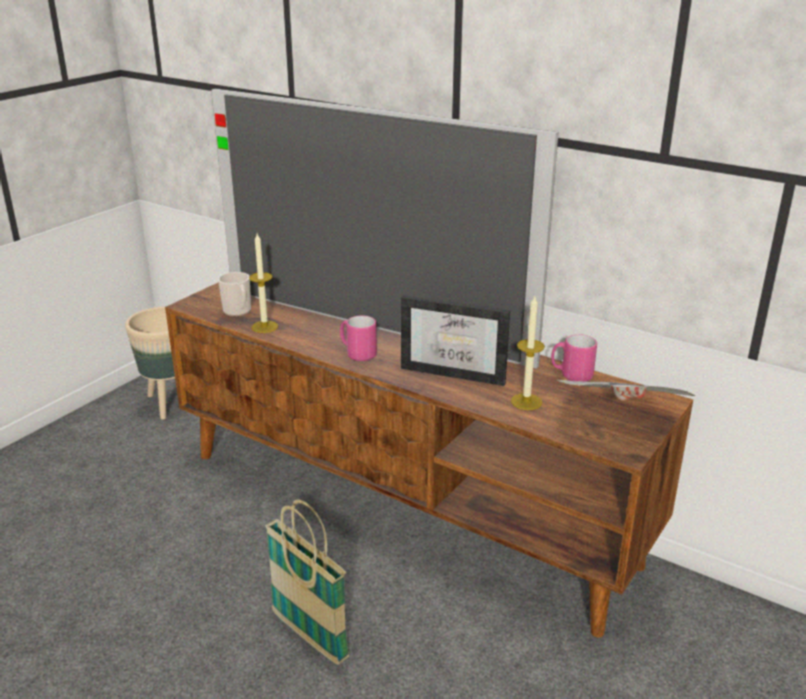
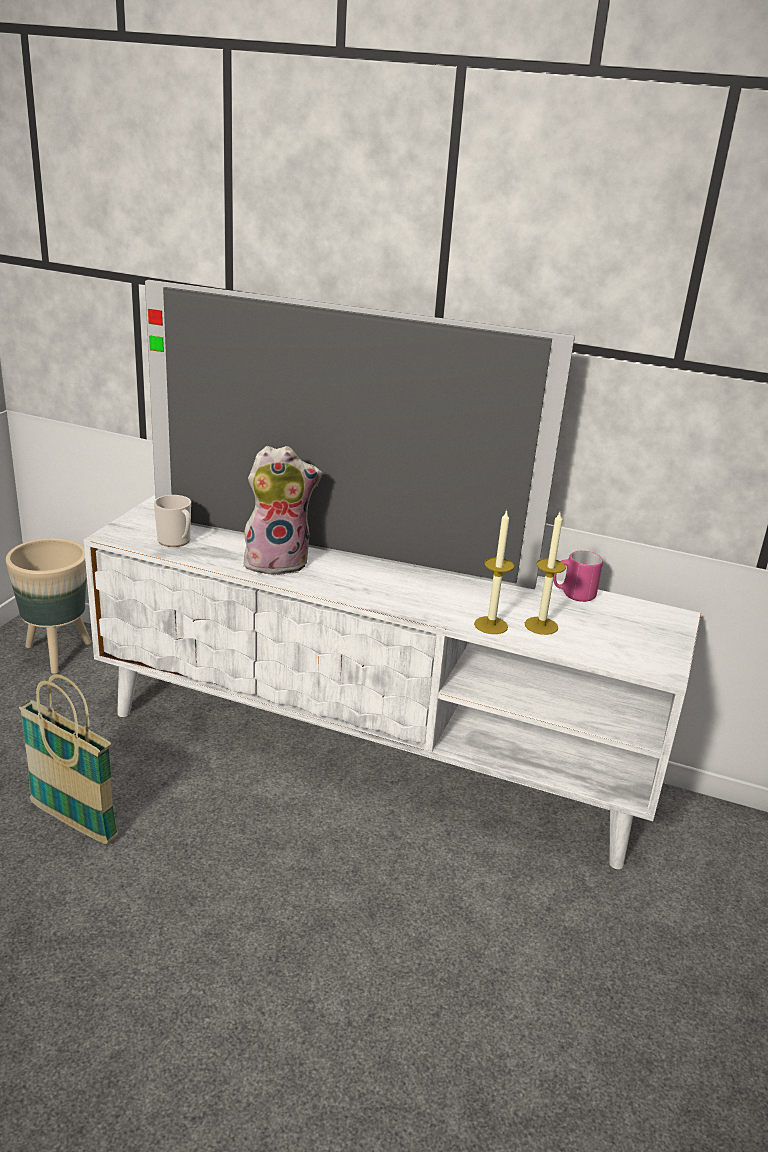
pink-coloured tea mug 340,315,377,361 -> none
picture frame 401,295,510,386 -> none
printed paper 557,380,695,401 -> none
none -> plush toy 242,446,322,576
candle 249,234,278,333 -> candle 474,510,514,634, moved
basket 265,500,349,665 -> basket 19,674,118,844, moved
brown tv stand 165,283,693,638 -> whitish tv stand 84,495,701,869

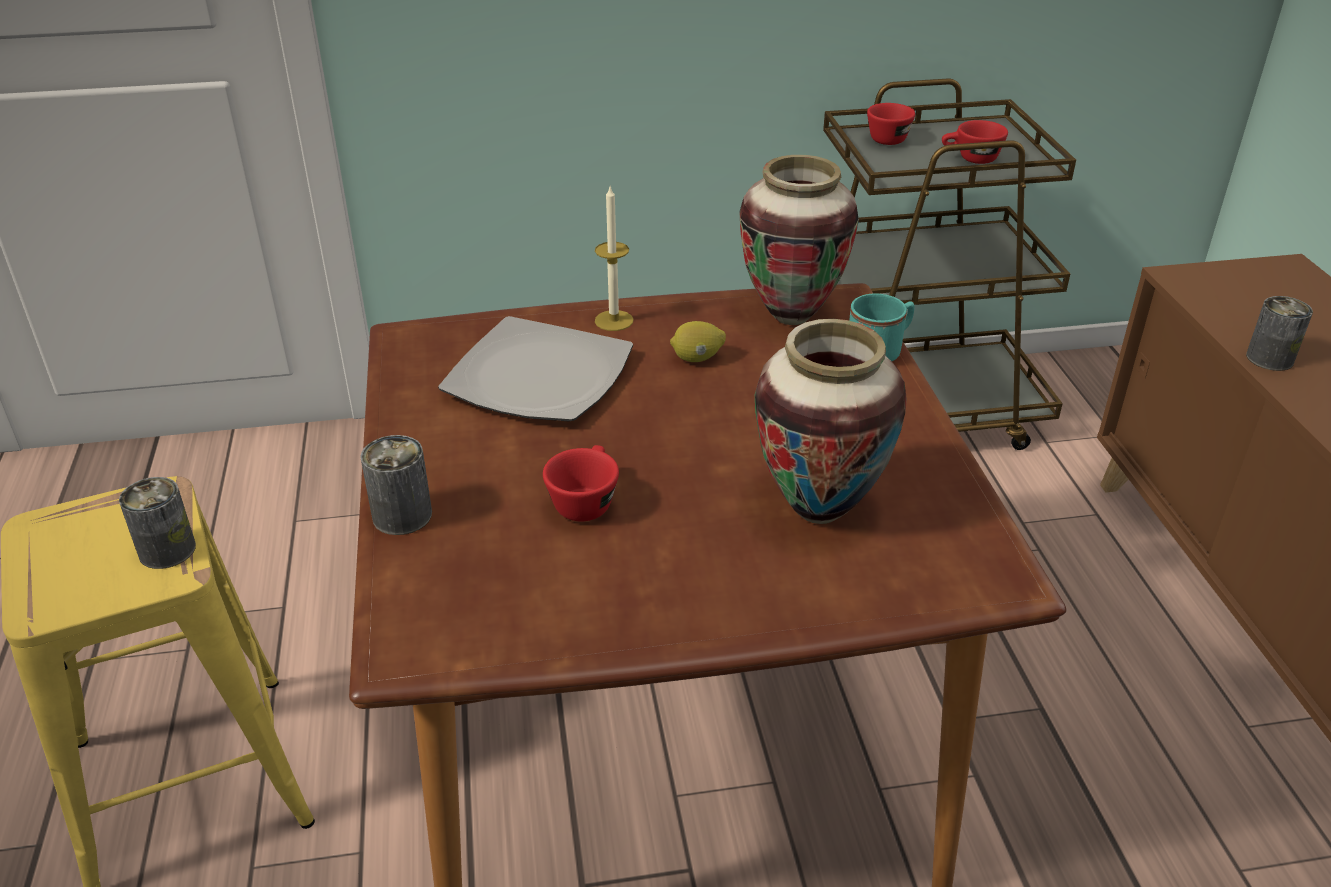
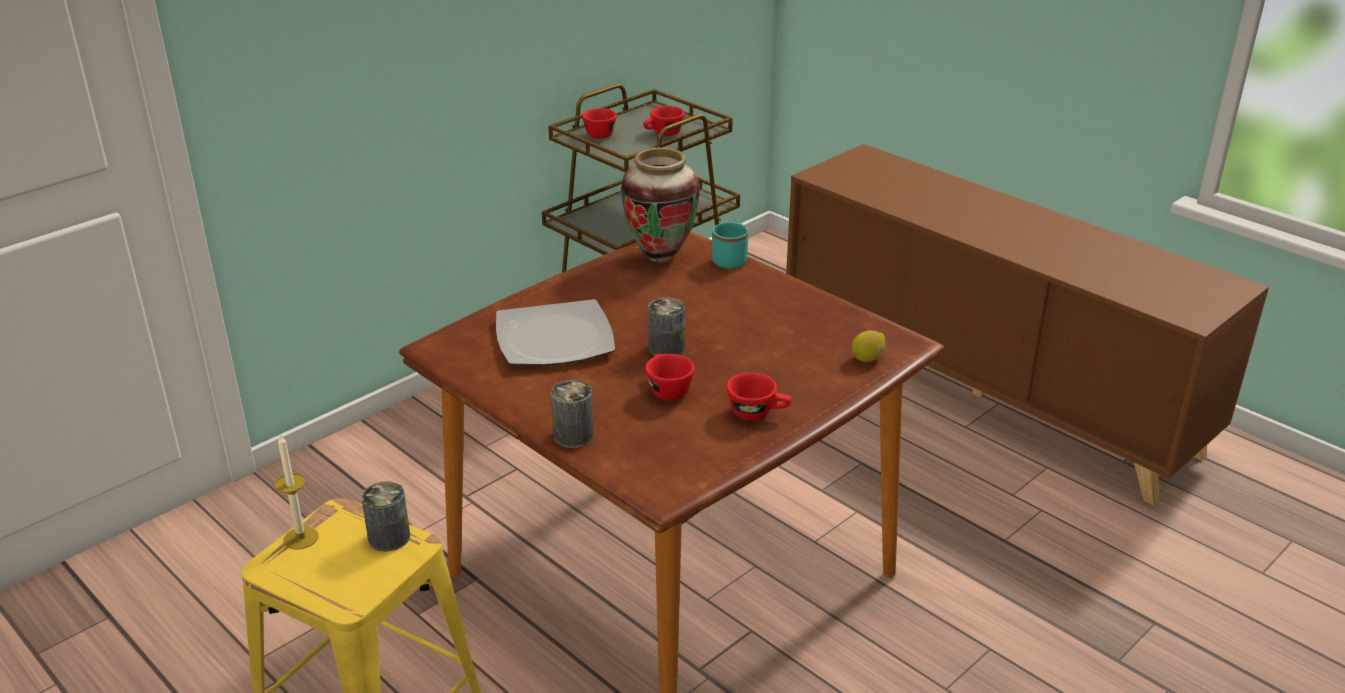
flower vase 755,319,907,524 -> none
none -> red cup 726,372,792,420
candle 595,187,634,331 -> candle 275,433,319,550, moved
whole lemon 670,321,726,362 -> whole lemon 852,331,885,362, moved
can 1246,296,1313,371 -> can 648,298,685,355, moved

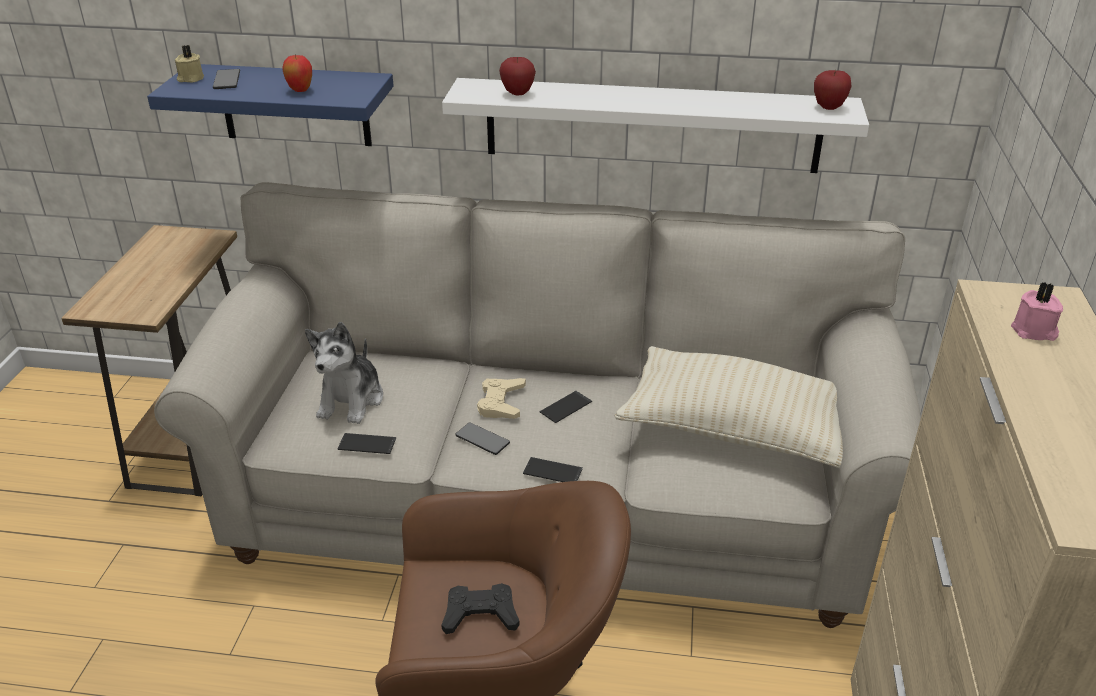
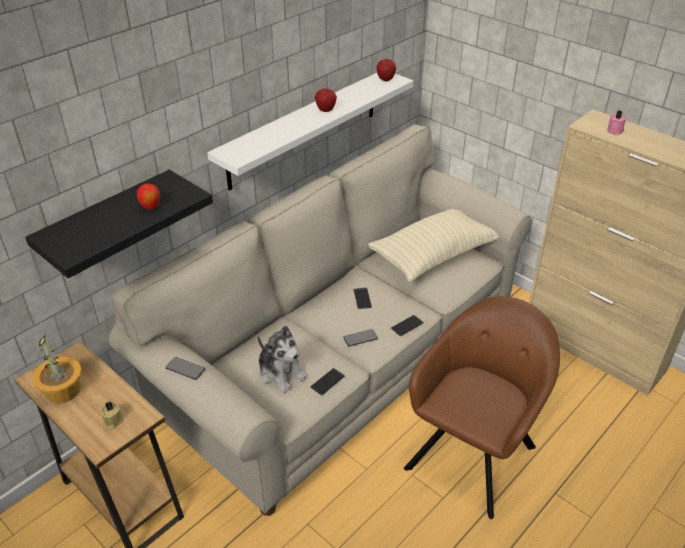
black-coloured game controller 441,583,520,634 -> none
beige game controller 477,378,526,419 -> none
none -> houseplant 32,335,82,403
beige candle 175,45,204,83 -> beige candle 101,402,123,429, moved
phone 213,69,240,89 -> phone 166,357,205,380, moved
whole apple 499,57,536,95 -> whole apple 315,89,337,112, moved
bluish wall shelf 147,64,394,146 -> black-coloured wall shelf 25,170,213,278

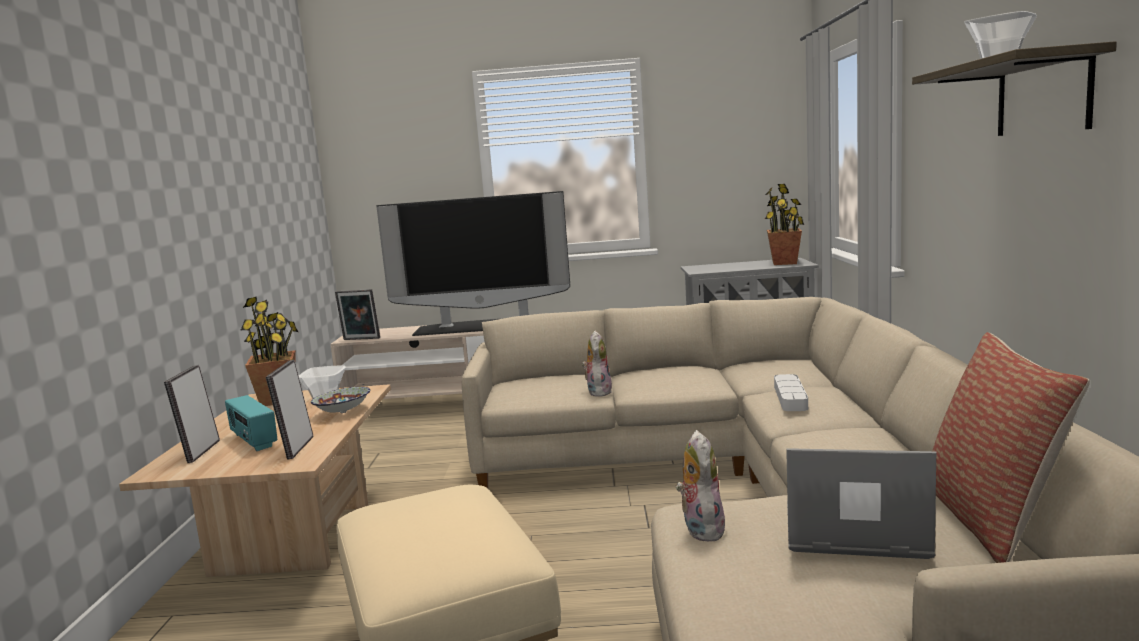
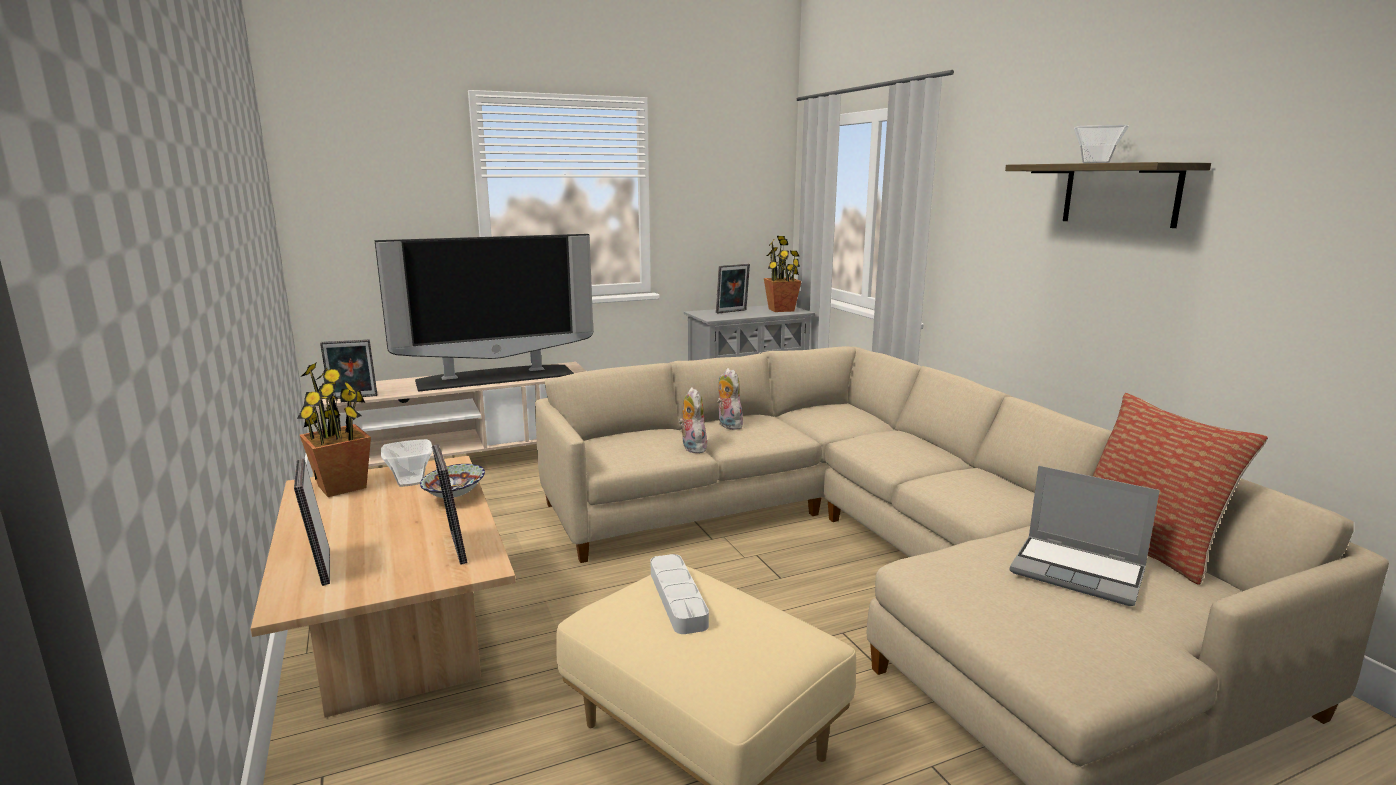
radio 225,395,277,451 -> none
none -> picture frame 716,264,750,314
plush toy 676,430,725,542 -> plush toy 717,368,743,430, moved
gray tray 774,374,808,411 -> gray tray 651,554,709,634, moved
laptop 786,448,936,559 -> laptop 1009,466,1160,606, 135 degrees counterclockwise

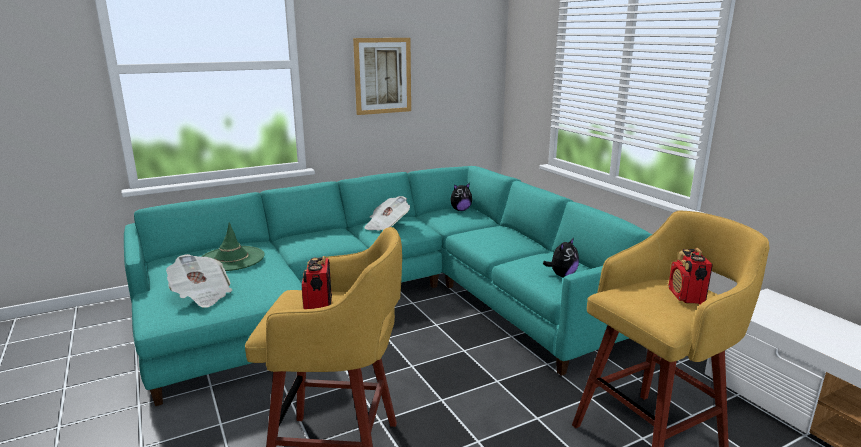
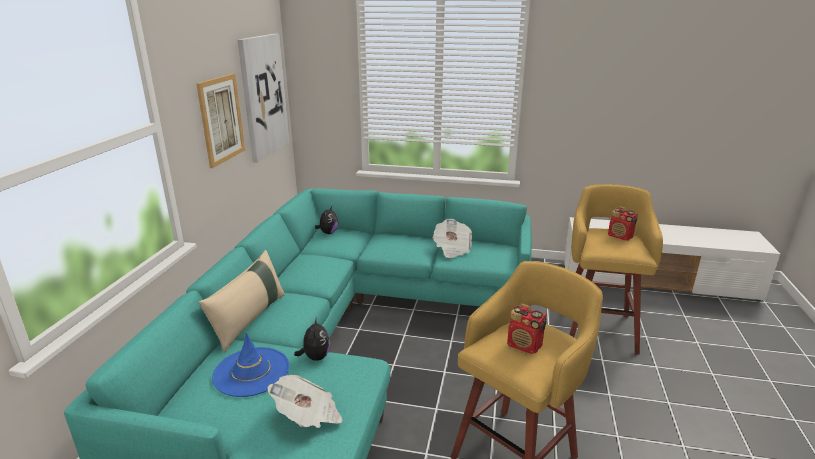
none -> beige pillow 199,250,285,352
none -> wall picture 237,34,290,163
printed paper 364,196,410,231 -> printed paper 433,219,472,258, moved
plush toy 543,238,579,277 -> plush toy 294,317,330,361, moved
greenish hat 201,222,265,271 -> bluish hat 212,333,289,397

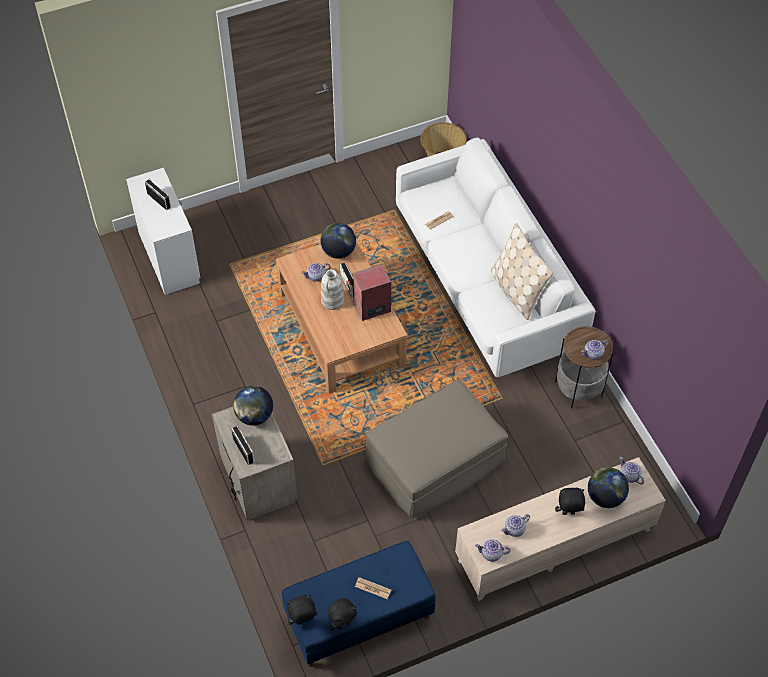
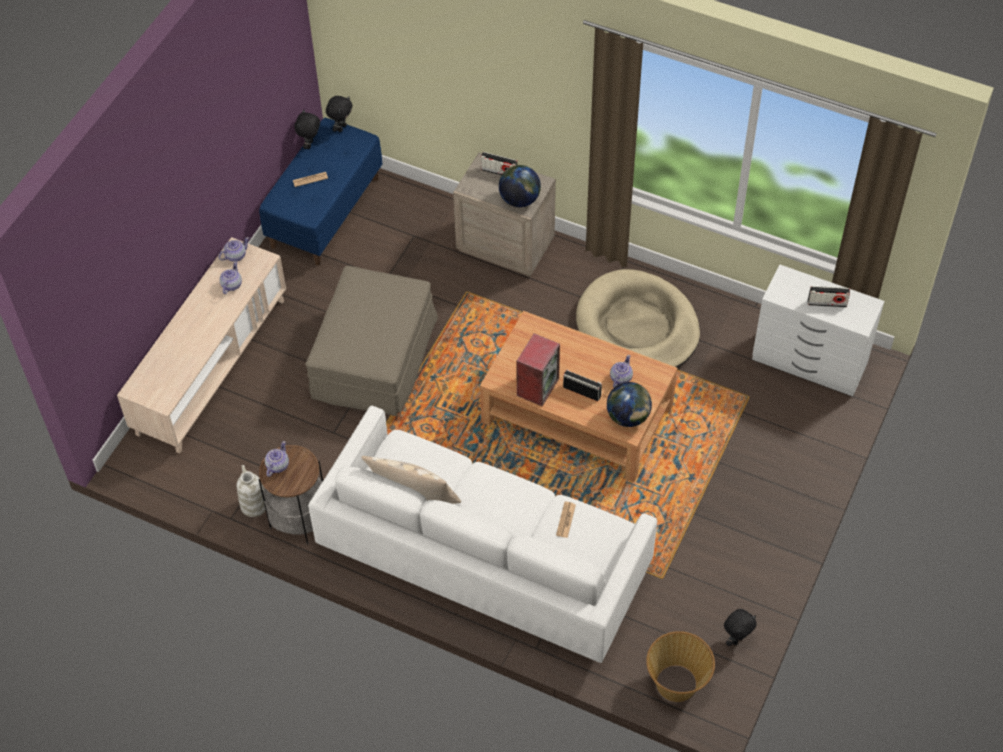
globe 588,467,629,508 -> none
pot for tea 620,457,644,485 -> none
none -> beige dog cushion 576,269,700,368
whitish flower vase 321,269,344,310 -> whitish flower vase 237,465,266,517, moved
black-coloured plush toy 555,488,585,515 -> black-coloured plush toy 724,609,757,646, moved

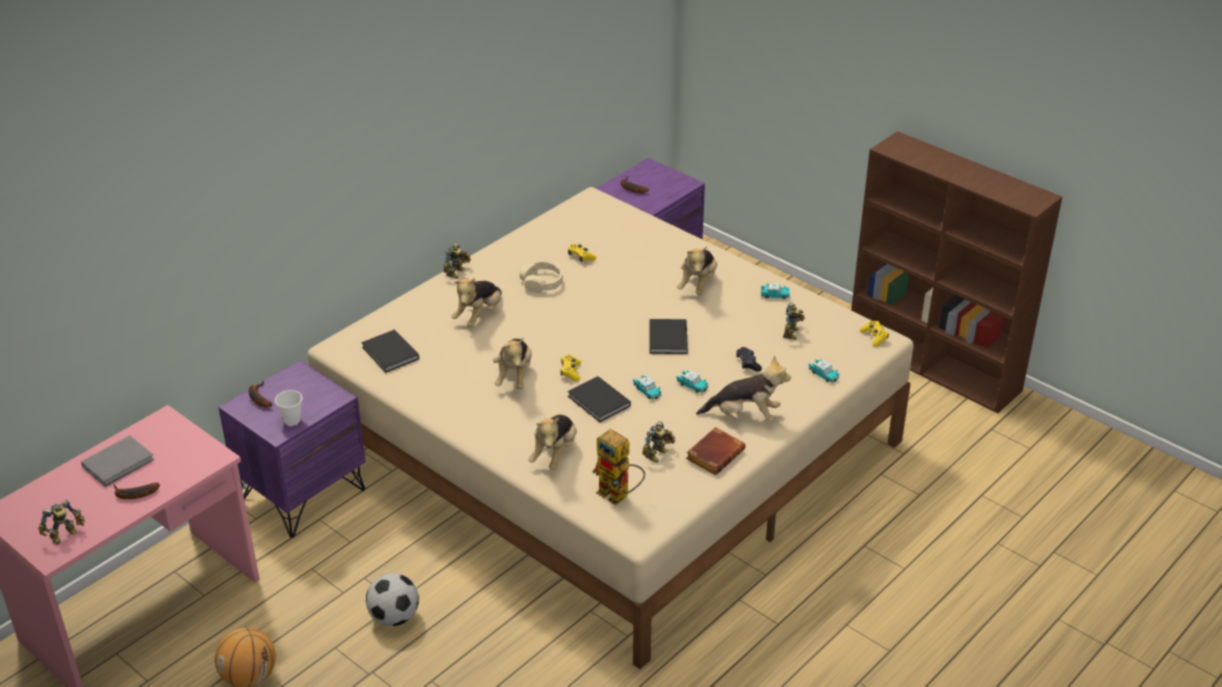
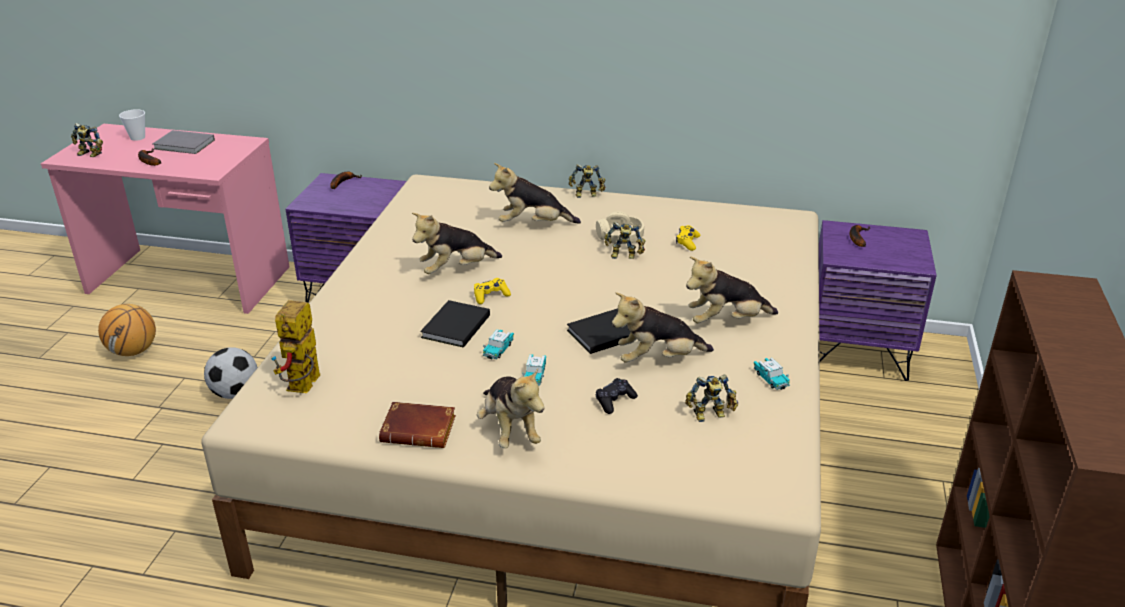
black-coloured book 361,329,419,372 -> none
toy car 808,359,840,383 -> none
yellowish game controller 860,321,889,347 -> none
cup 275,390,303,426 -> cup 119,109,145,141, moved
plush toy 529,415,577,470 -> plush toy 612,292,714,363, moved
model robot 642,421,675,463 -> model robot 604,222,645,259, moved

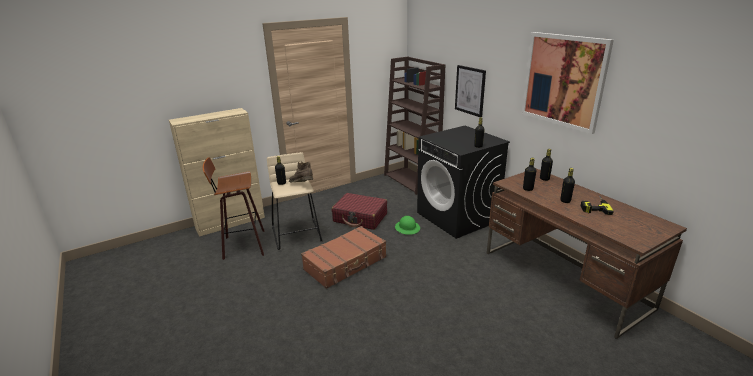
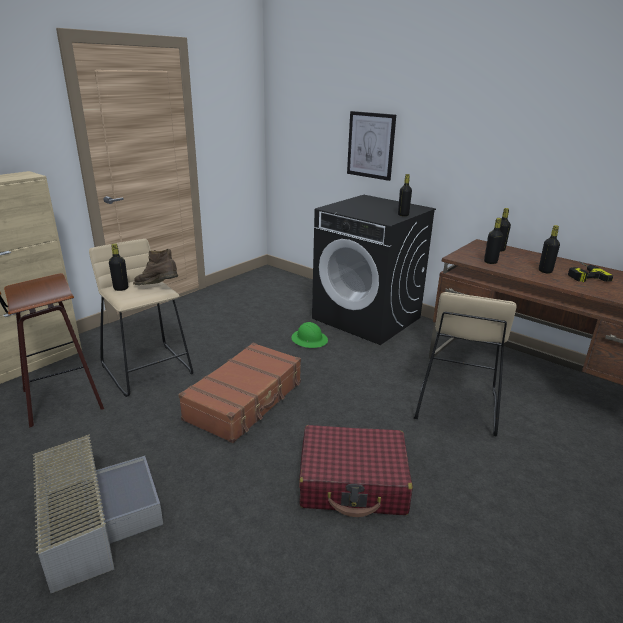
brown shelving unit 384,57,446,195 -> none
wall picture 521,32,614,134 -> none
none -> gray storage box 33,434,163,593
none -> beige stool seat 414,292,517,436
red travel case 332,193,387,230 -> red travel case 299,425,413,517, moved

